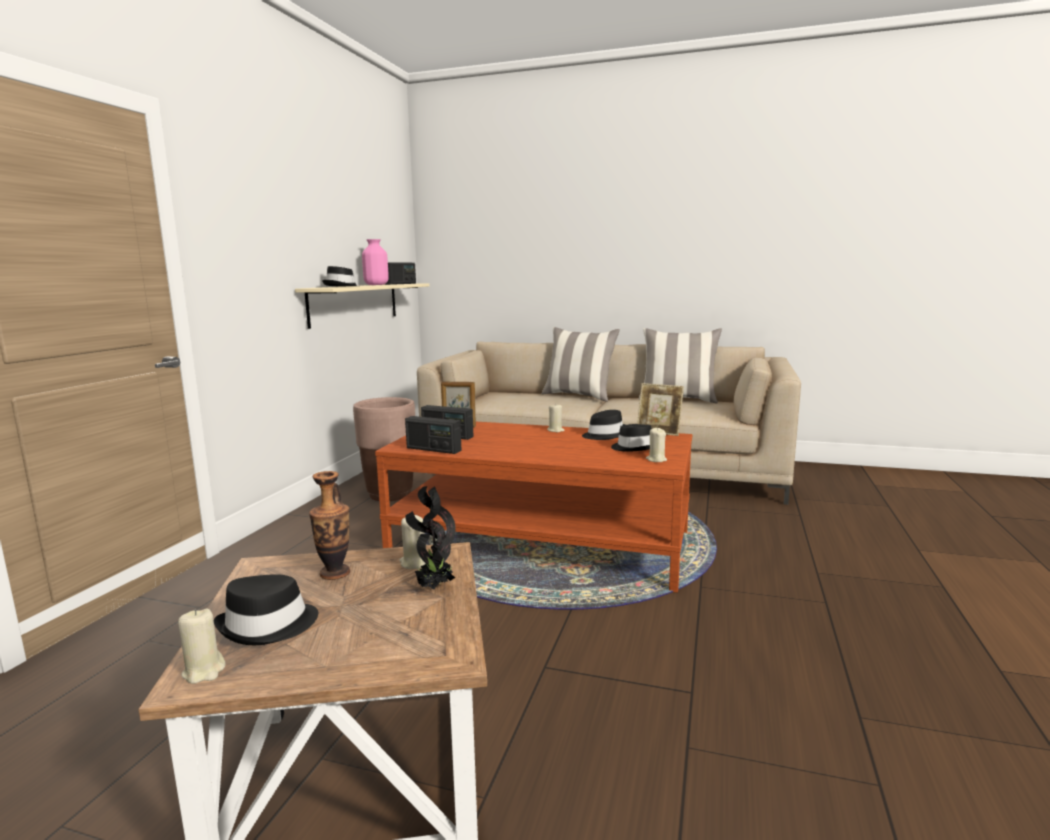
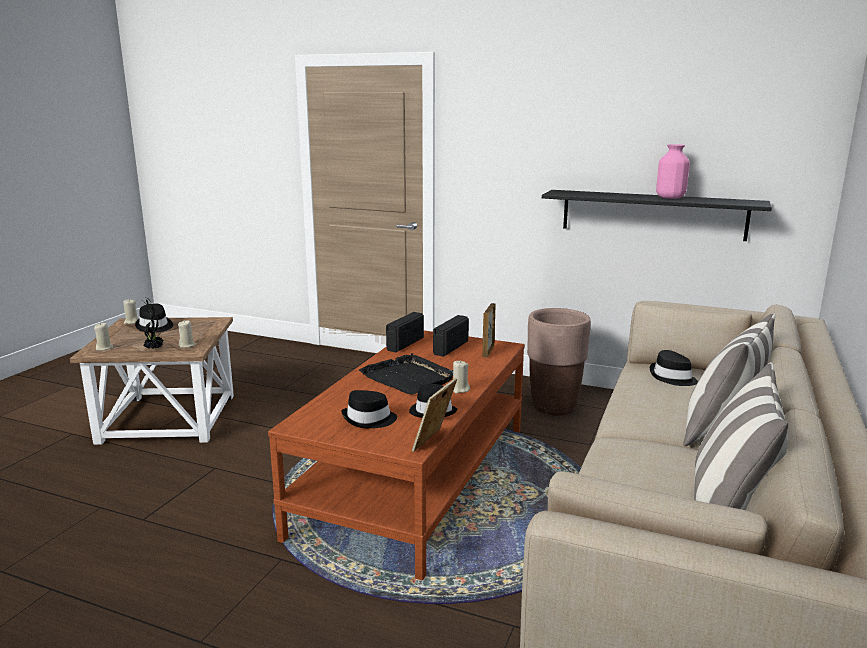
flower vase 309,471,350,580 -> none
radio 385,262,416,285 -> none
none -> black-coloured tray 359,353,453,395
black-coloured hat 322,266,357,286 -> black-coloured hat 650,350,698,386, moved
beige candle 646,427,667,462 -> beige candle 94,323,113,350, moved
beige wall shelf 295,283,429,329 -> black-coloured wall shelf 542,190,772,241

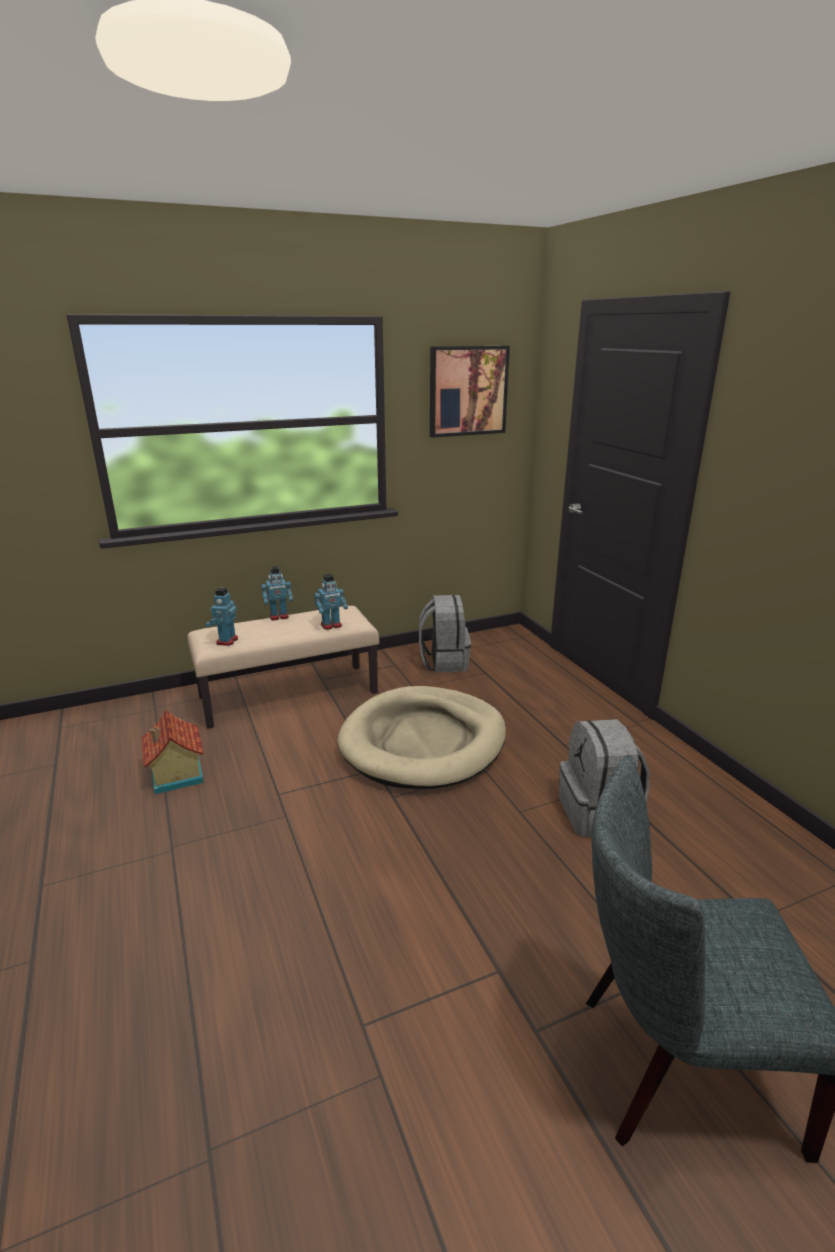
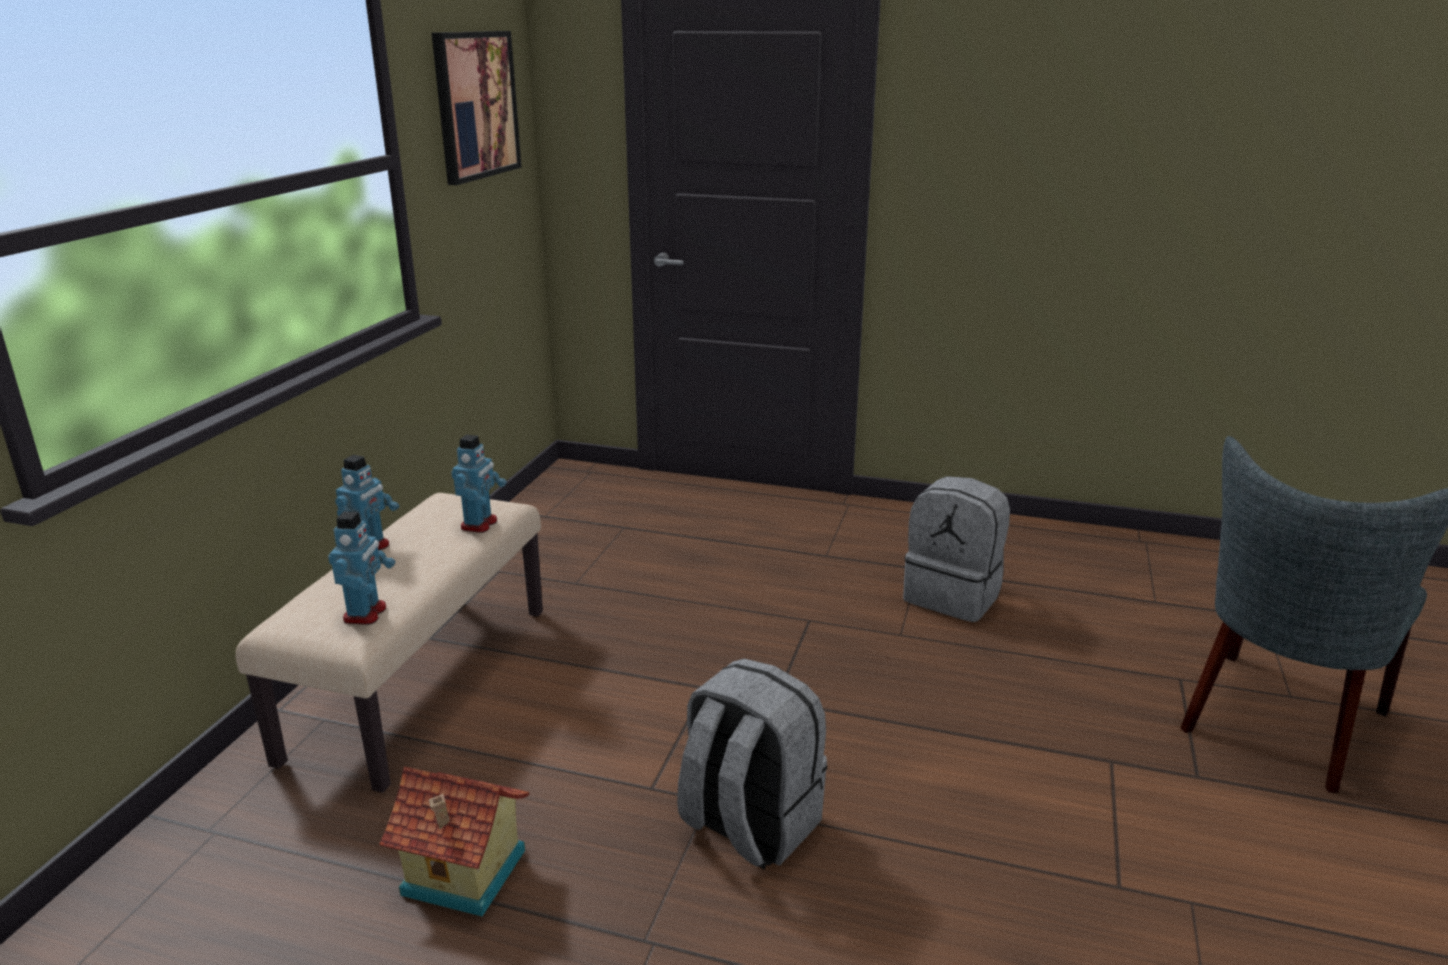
beige dog cushion 337,686,506,789 -> none
gray backpack 419,595,471,672 -> gray backpack 677,658,827,870, moved
model robot 205,588,238,646 -> model robot 328,511,395,625, 135 degrees counterclockwise

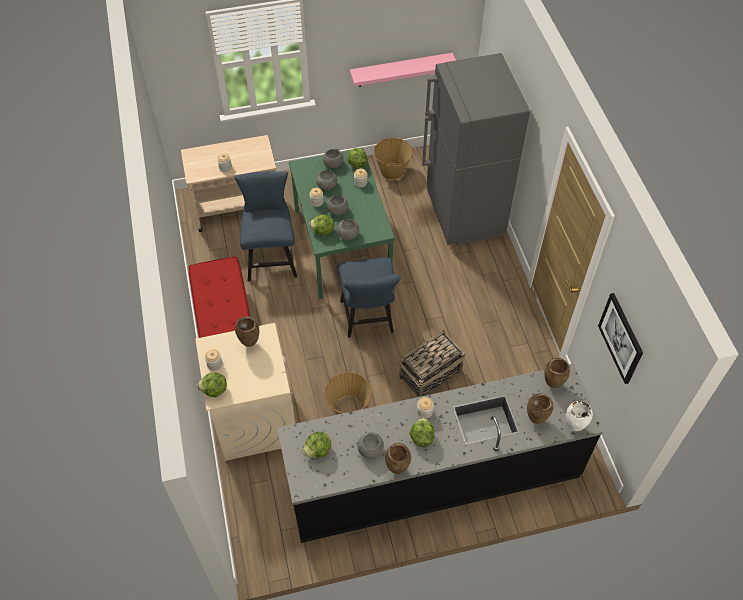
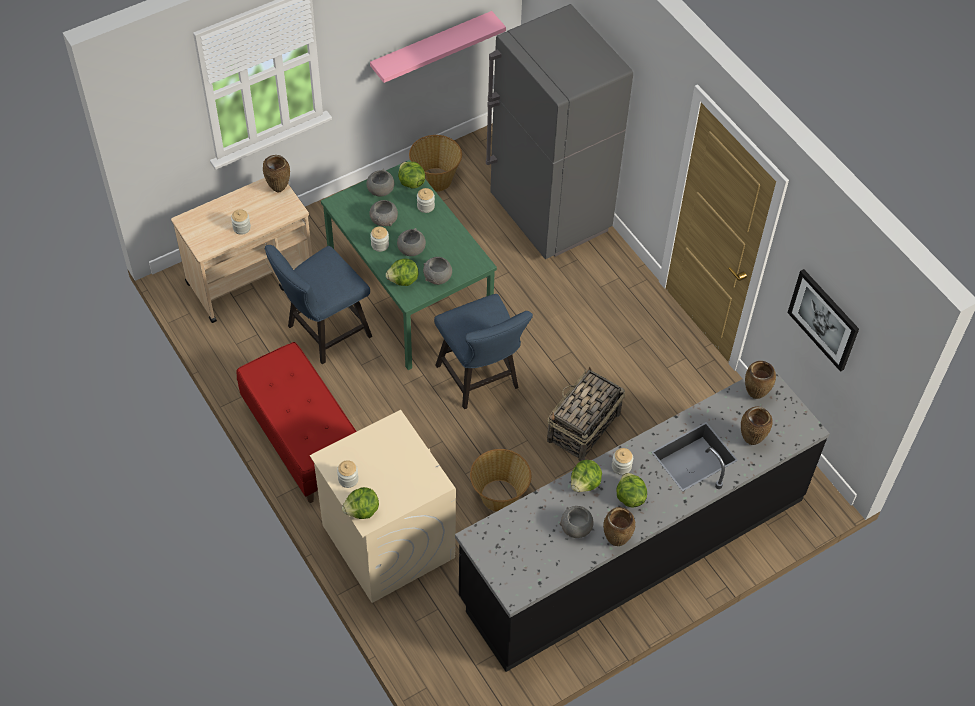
whitish flower vase 566,401,593,431 -> none
brown flower vase 235,316,259,347 -> brown flower vase 263,155,290,192, moved
head of lettuce 302,432,331,458 -> head of lettuce 571,460,602,492, moved
bluish upright chair 234,171,297,281 -> bluish upright chair 265,245,372,364, 105 degrees counterclockwise

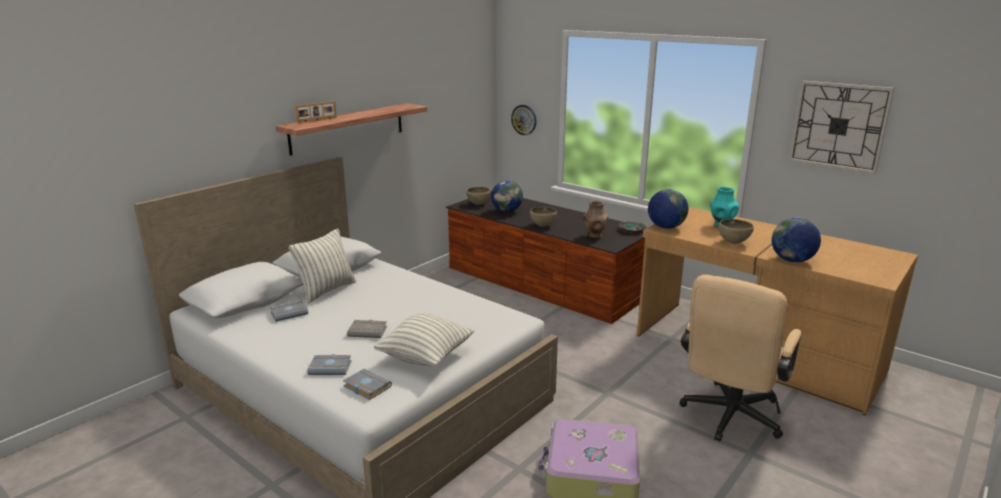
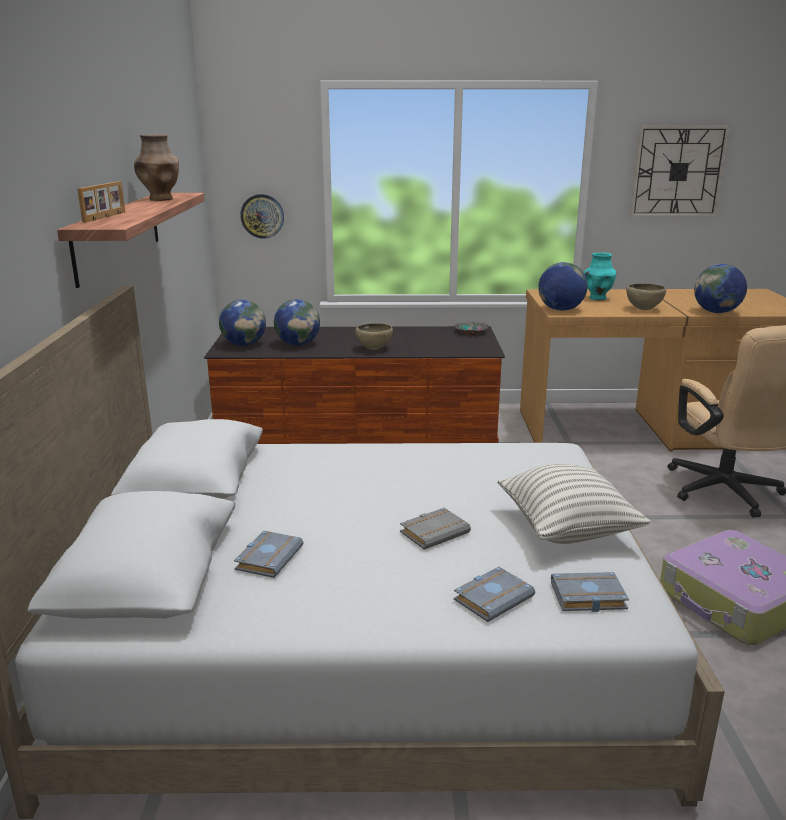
pillow 289,229,356,303 -> none
brown flower vase 583,201,609,238 -> brown flower vase 134,134,179,201, moved
brown serving bowl 466,187,491,205 -> globe 219,300,266,346

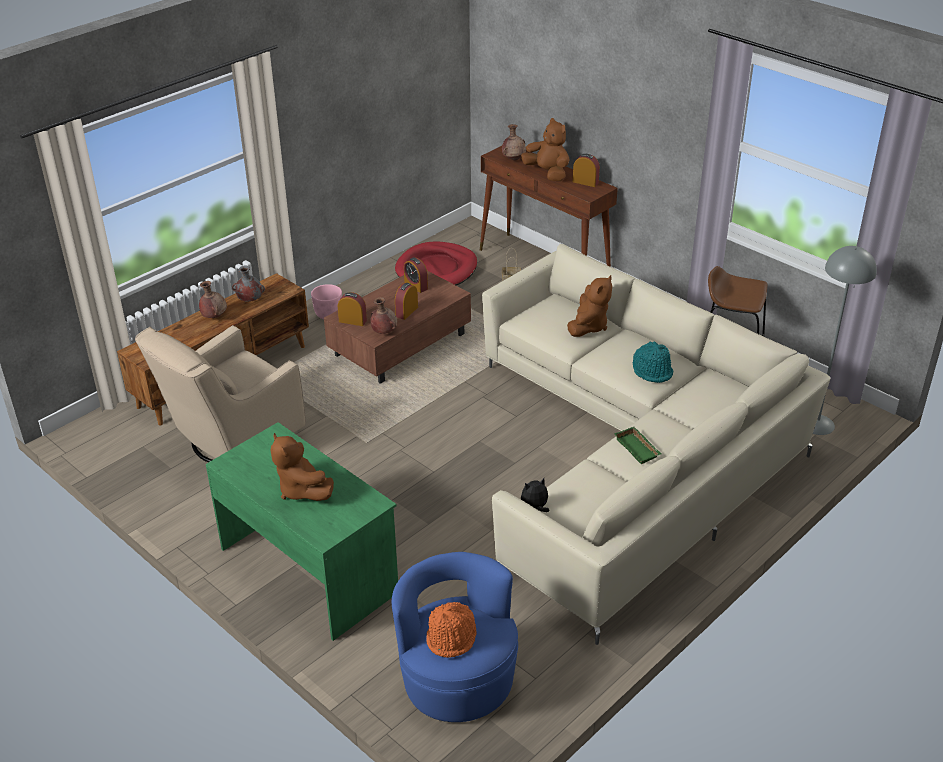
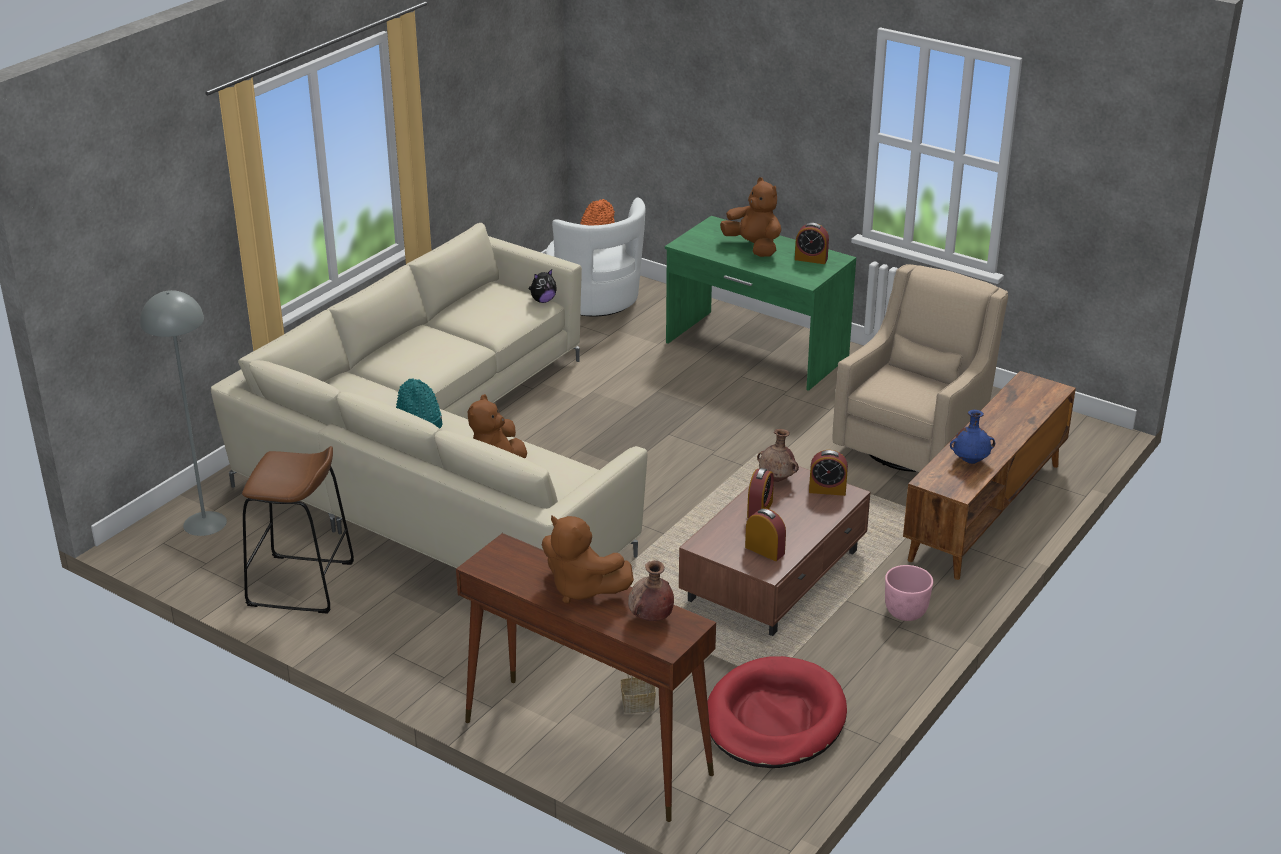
brown flower vase 199,281,227,318 -> none
greenish tray 614,427,661,464 -> none
bedside clock 573,154,600,187 -> bedside clock 795,223,829,264, moved
gray flower vase 232,265,265,302 -> bluish flower vase 950,410,995,464
bluish easy chair 392,552,518,722 -> whitish easy chair 546,198,645,316

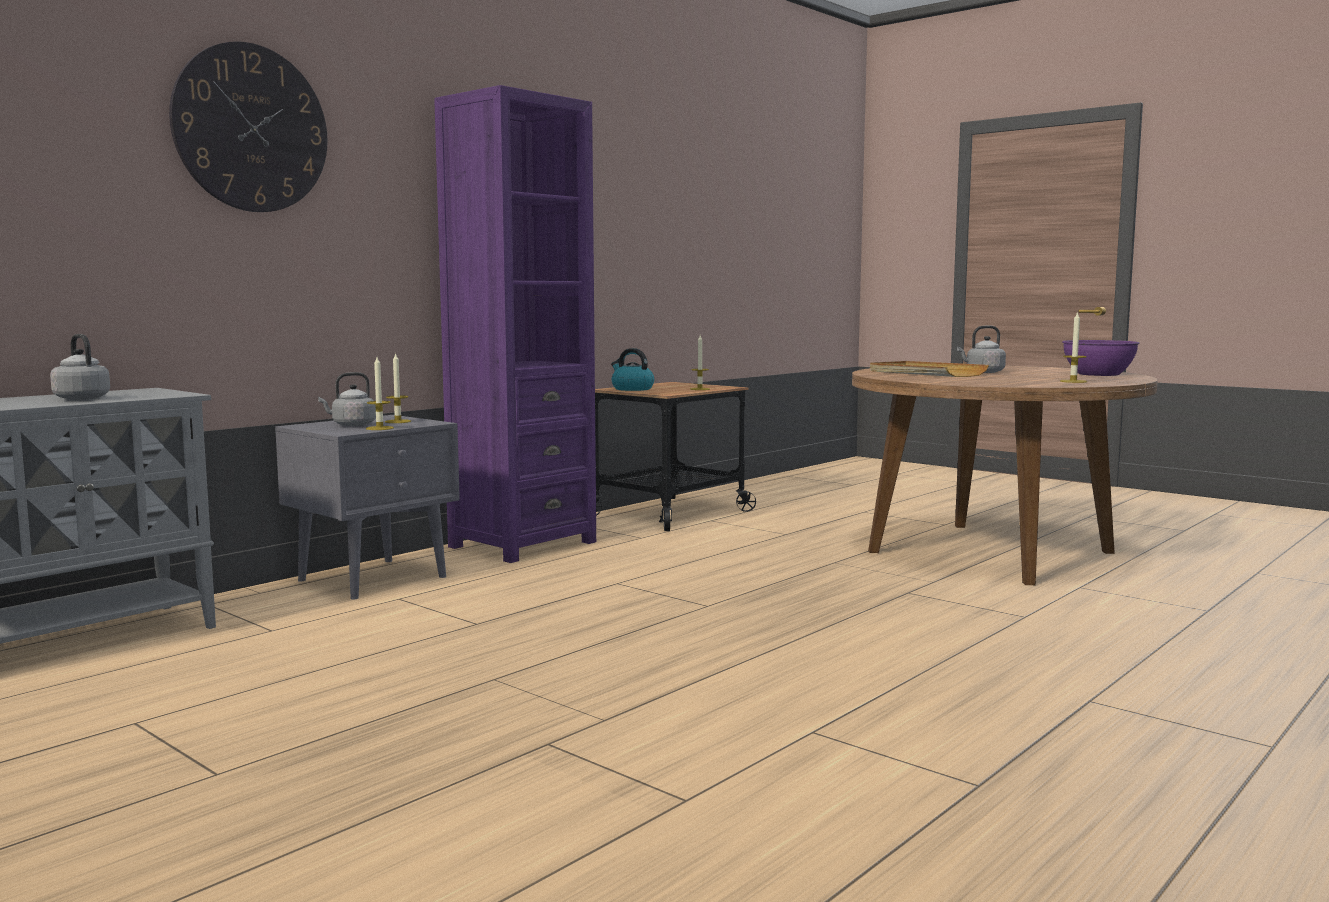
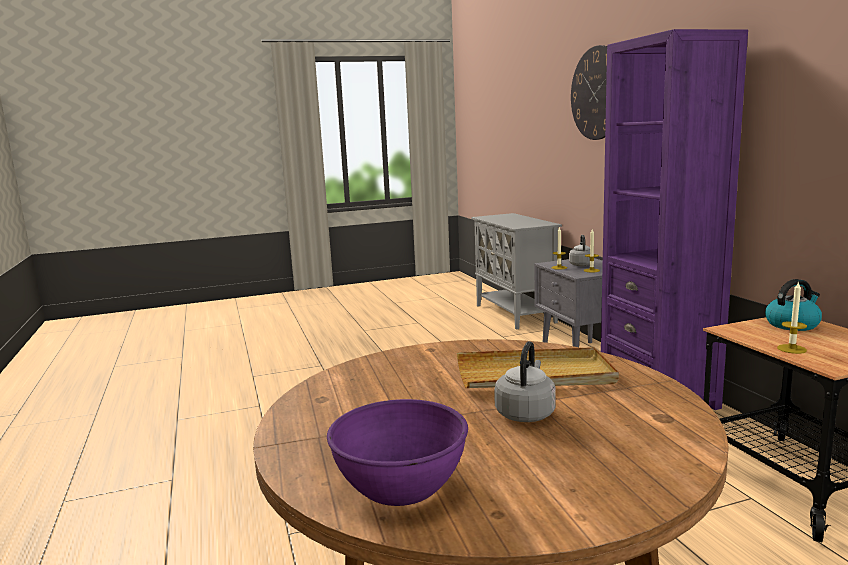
gray kettle 50,334,110,400 -> none
candle 1060,311,1087,383 -> none

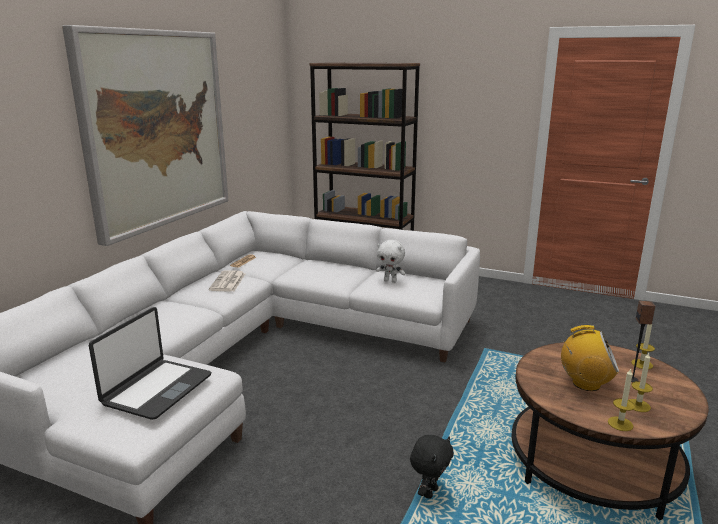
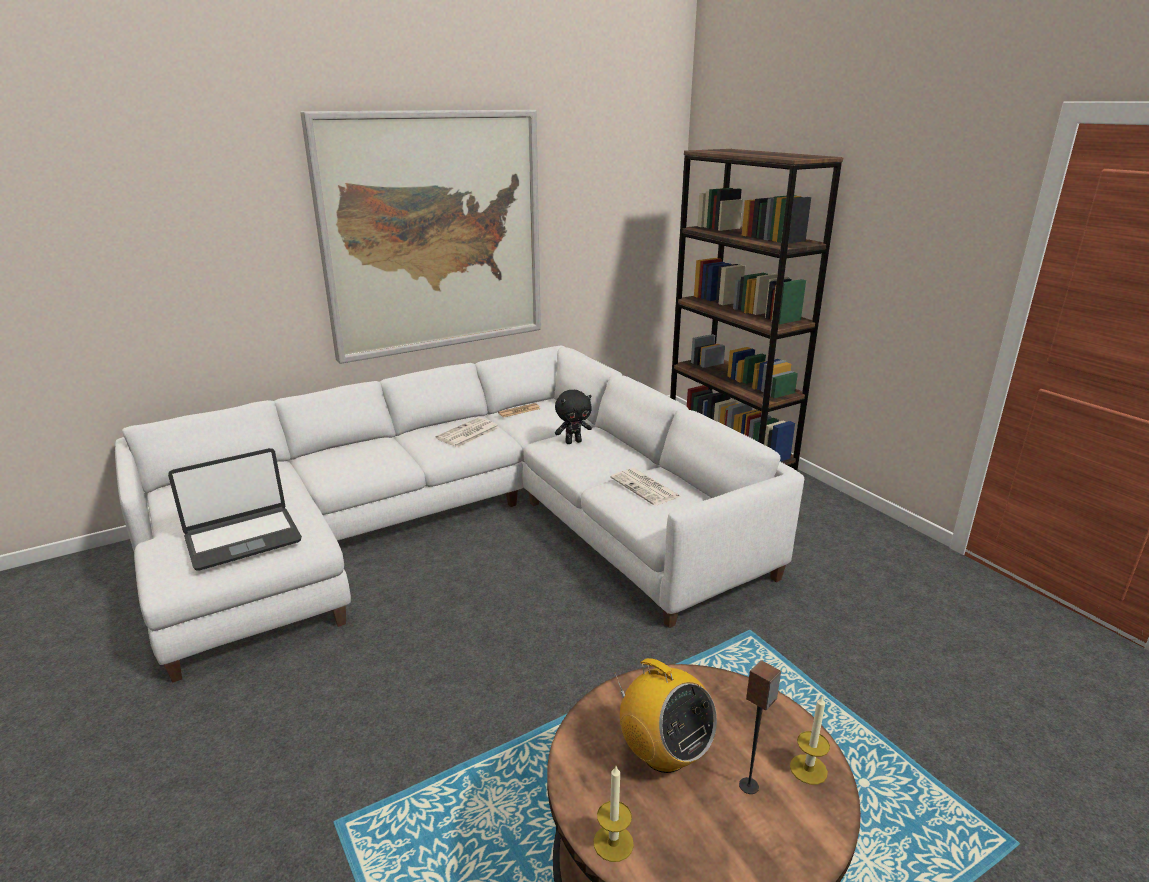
candle 629,353,653,412 -> none
black-coloured plush toy 410,435,454,499 -> black-coloured plush toy 555,390,592,444, moved
whitish plush toy 376,240,405,283 -> printed paper 610,468,681,506

